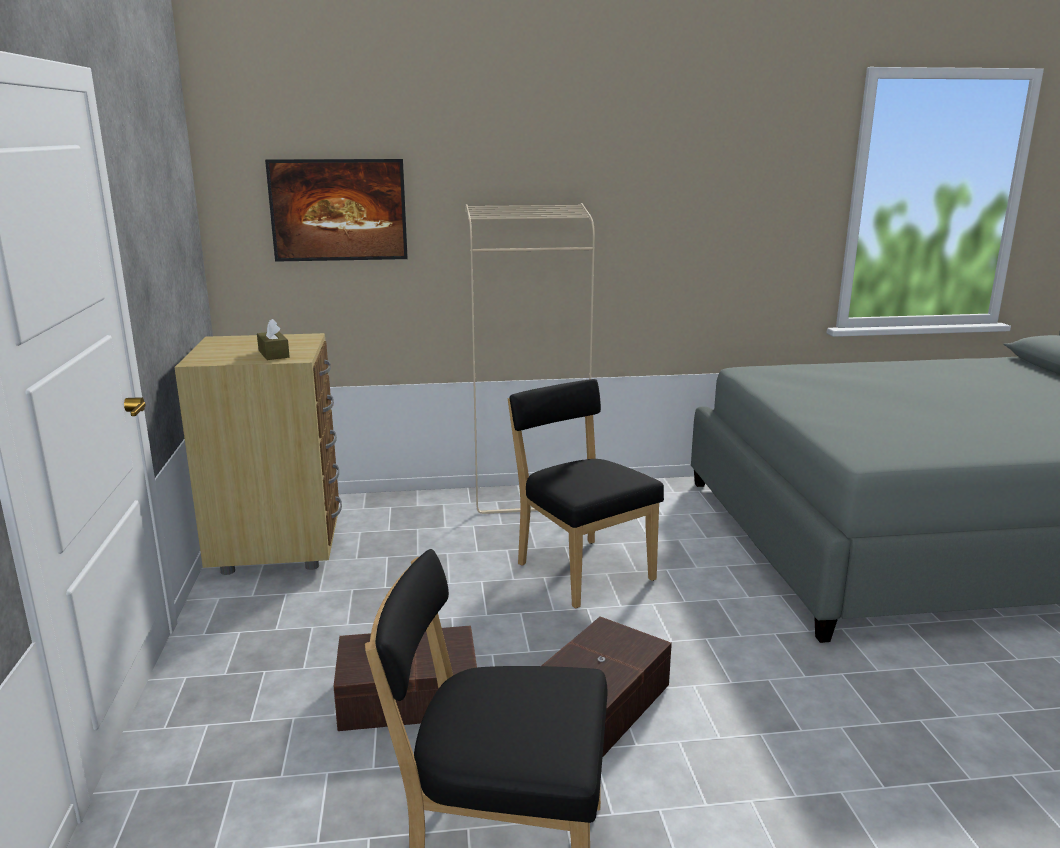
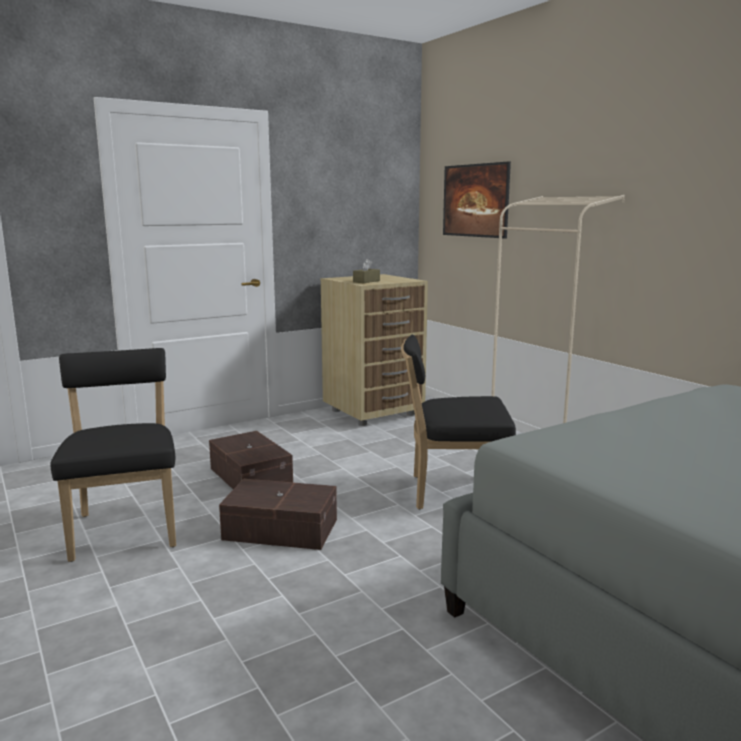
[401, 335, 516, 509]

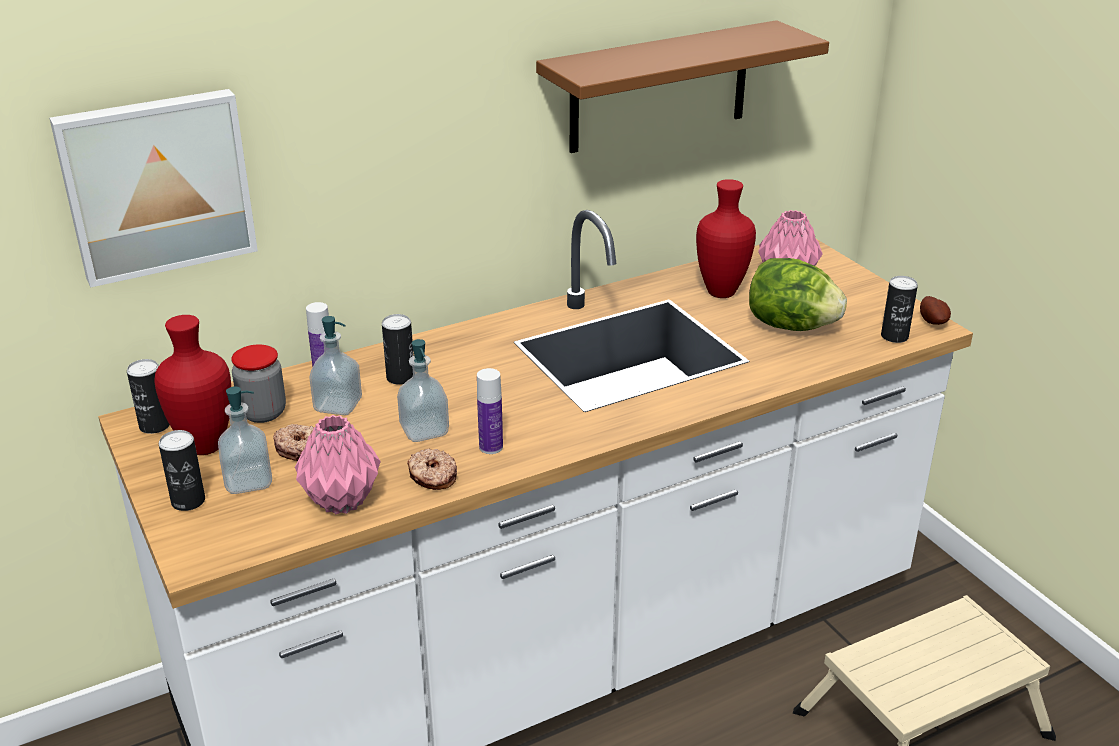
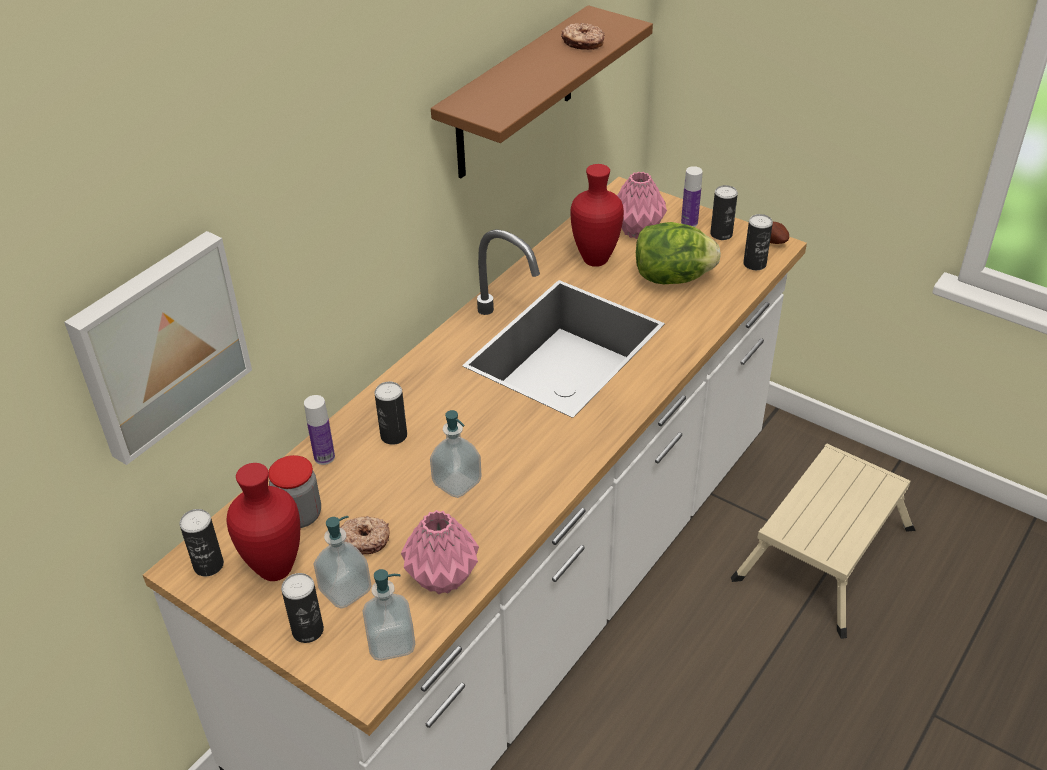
[362, 569, 415, 661]
[561, 23, 605, 50]
[681, 166, 703, 227]
[710, 185, 738, 240]

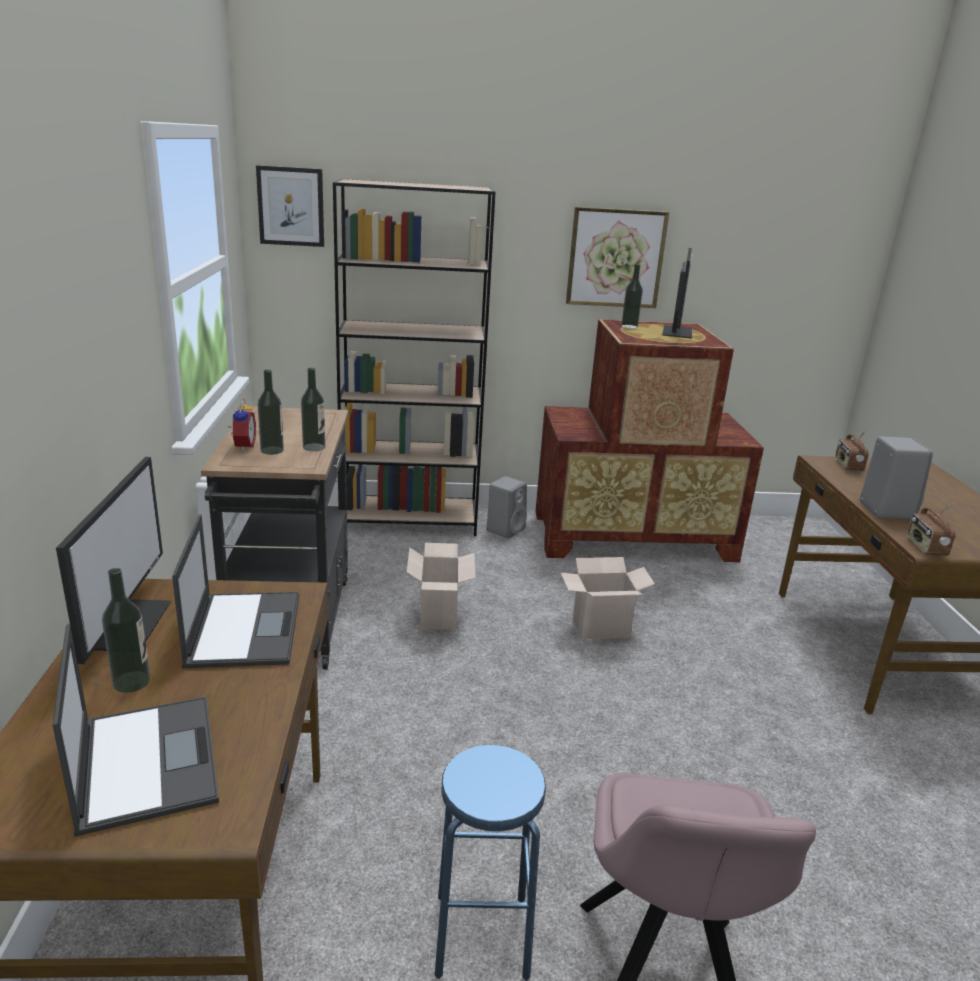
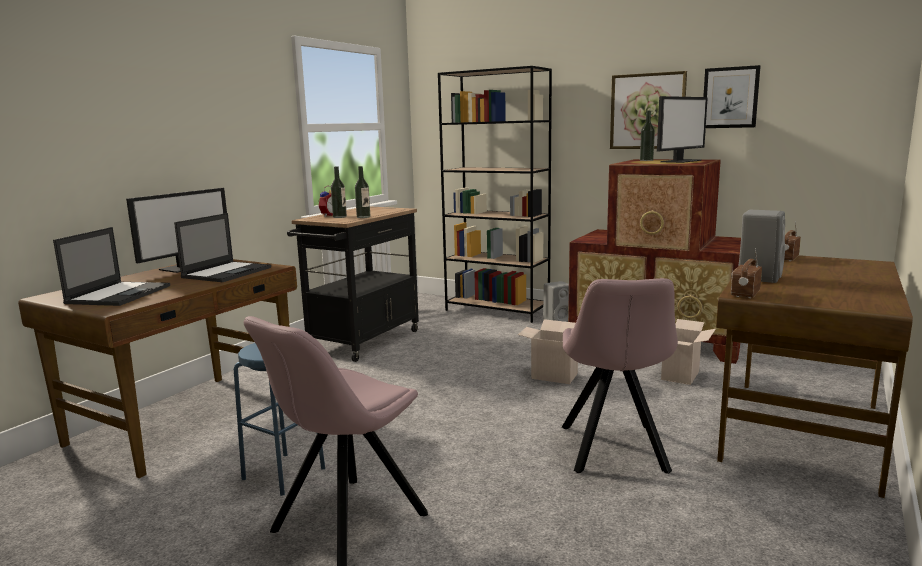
[562, 278, 678, 474]
[661, 319, 716, 385]
[703, 65, 761, 128]
[102, 568, 150, 693] (first image)

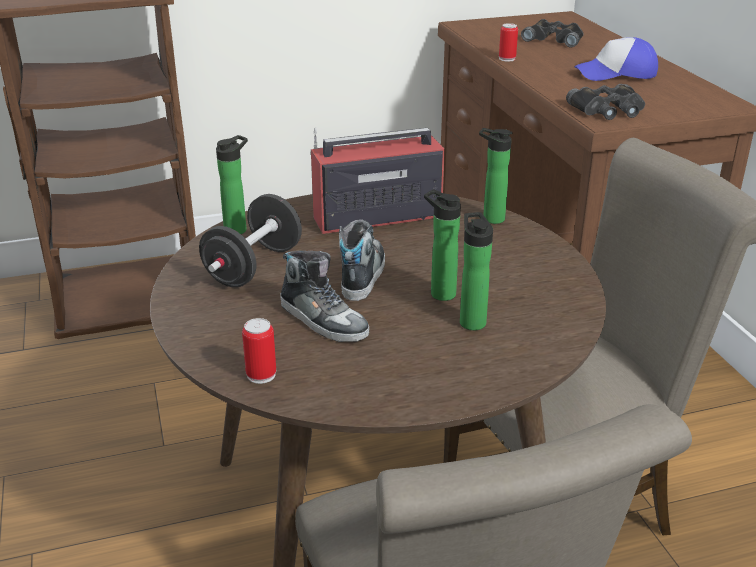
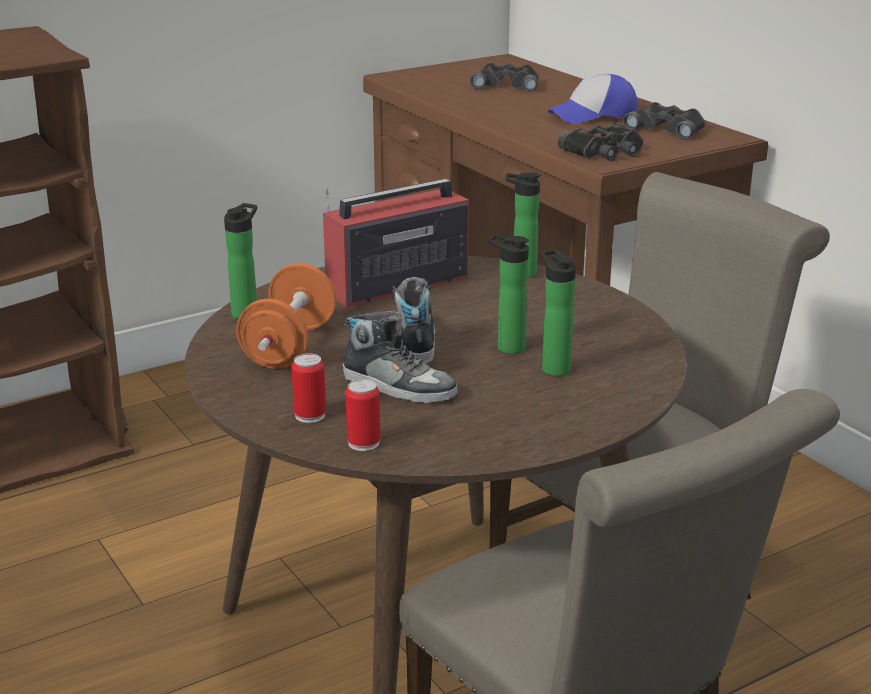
[236, 263, 337, 369]
[292, 353, 326, 423]
[623, 102, 705, 140]

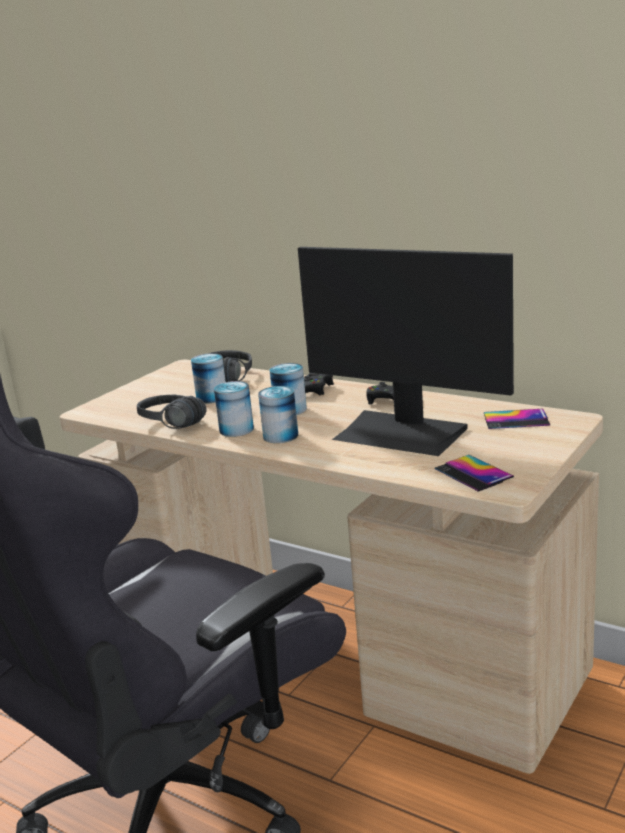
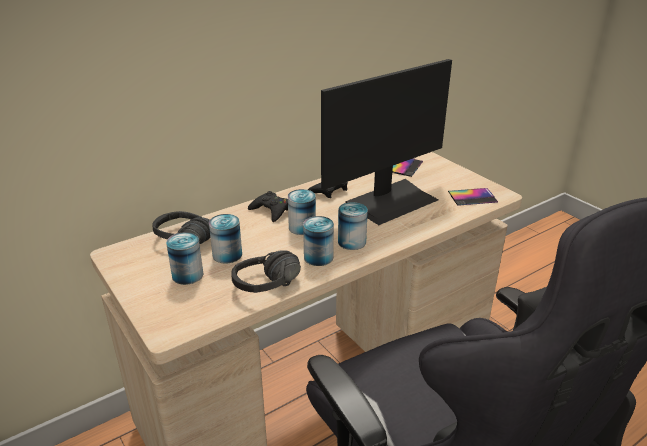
[166, 232, 203, 285]

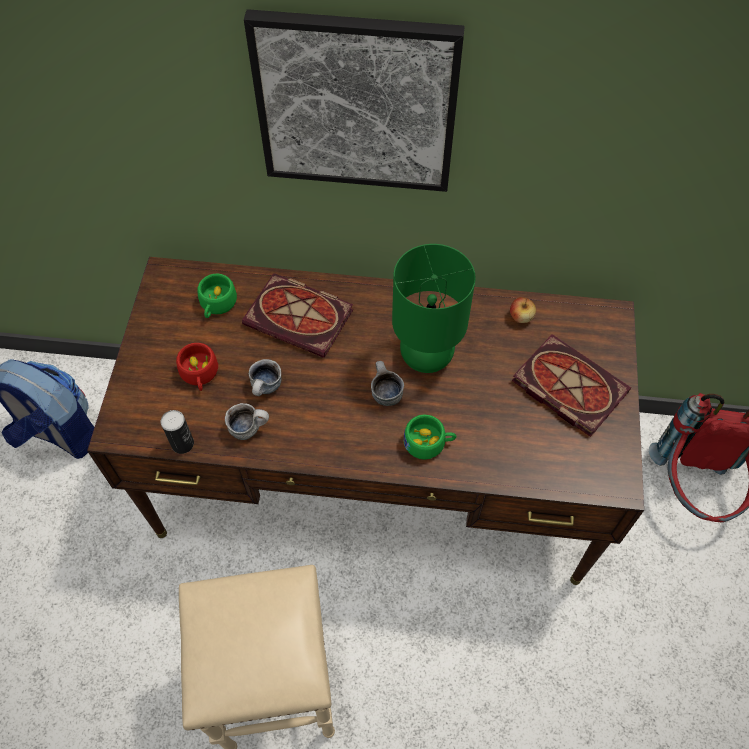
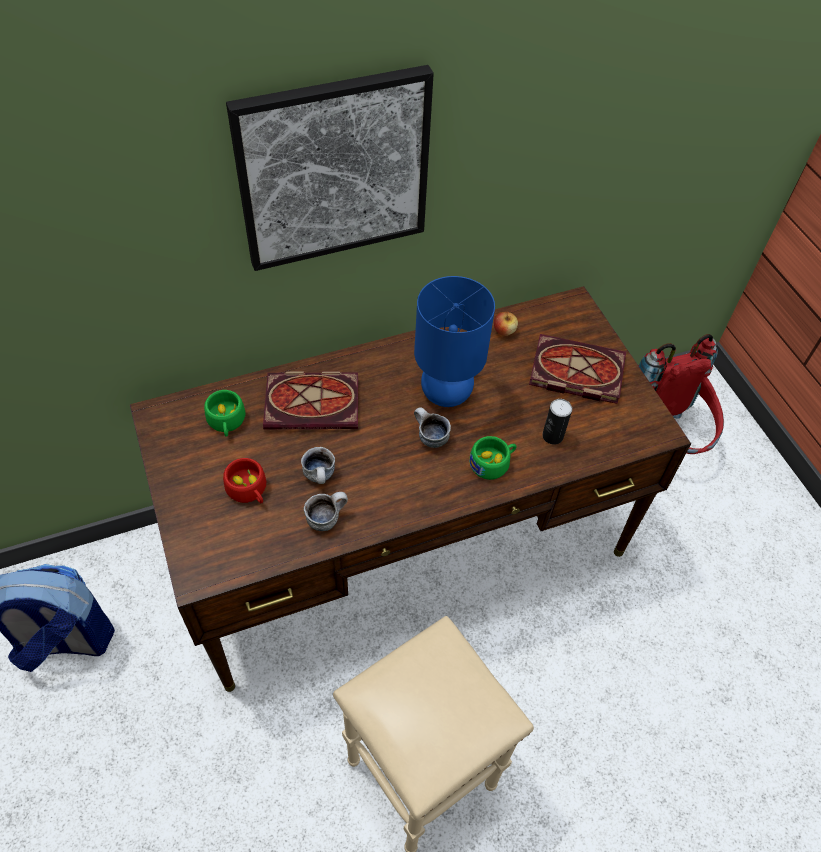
[414, 276, 495, 407]
[542, 399, 572, 445]

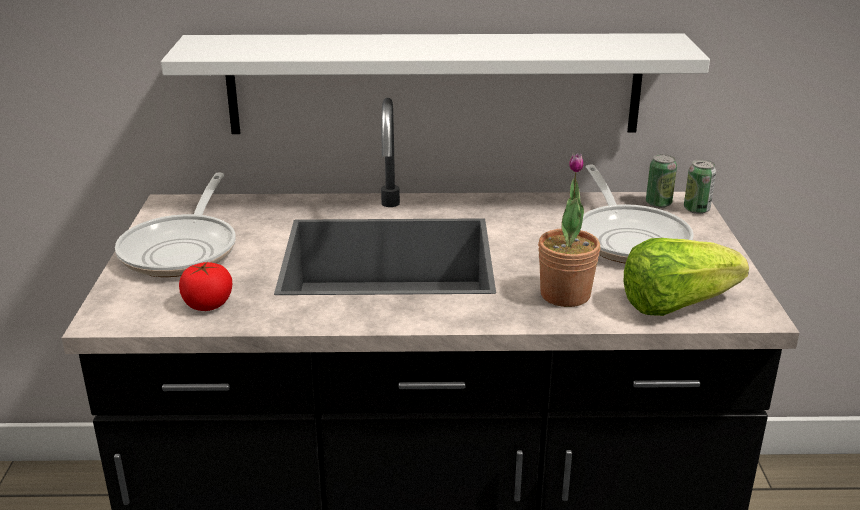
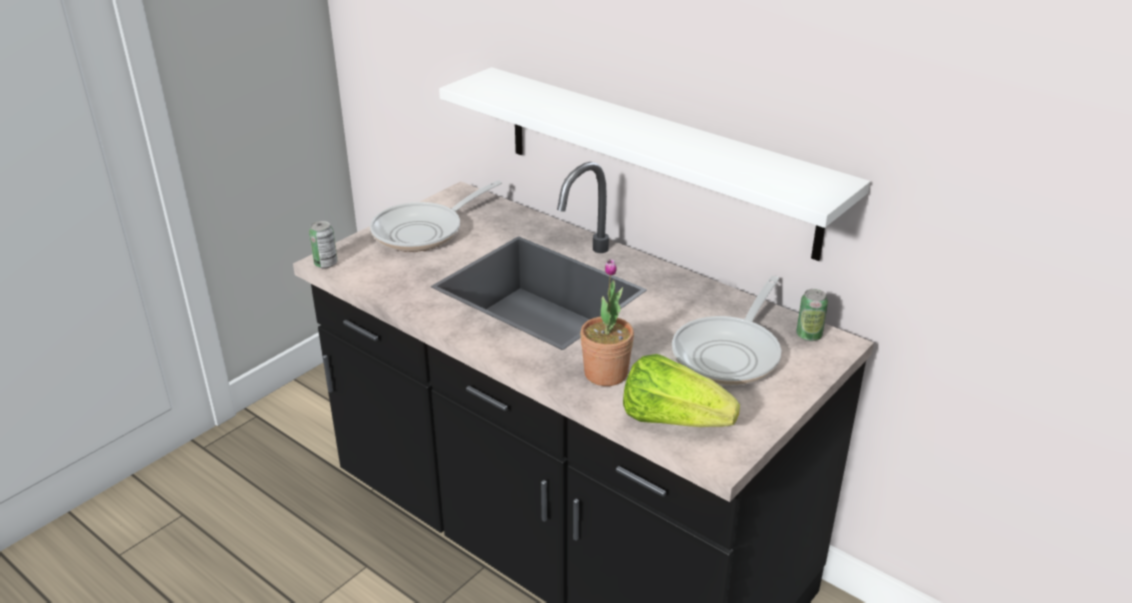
[309, 221, 337, 268]
[179, 262, 232, 311] (first image)

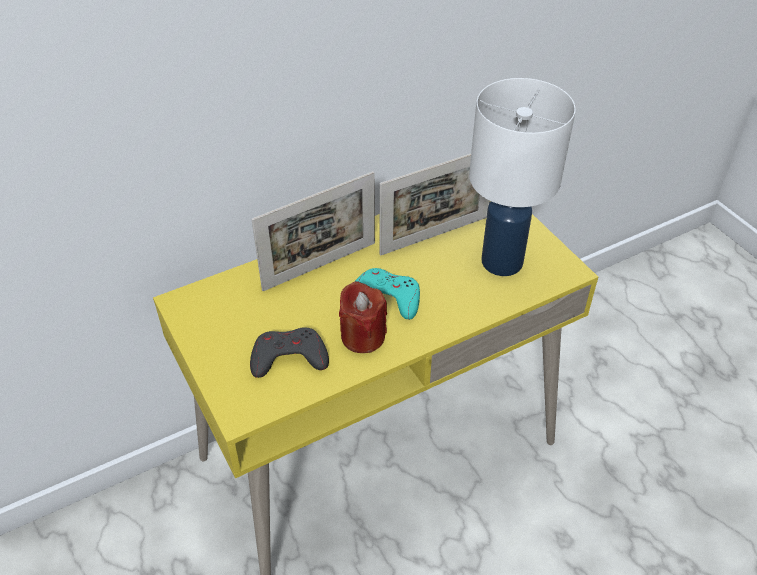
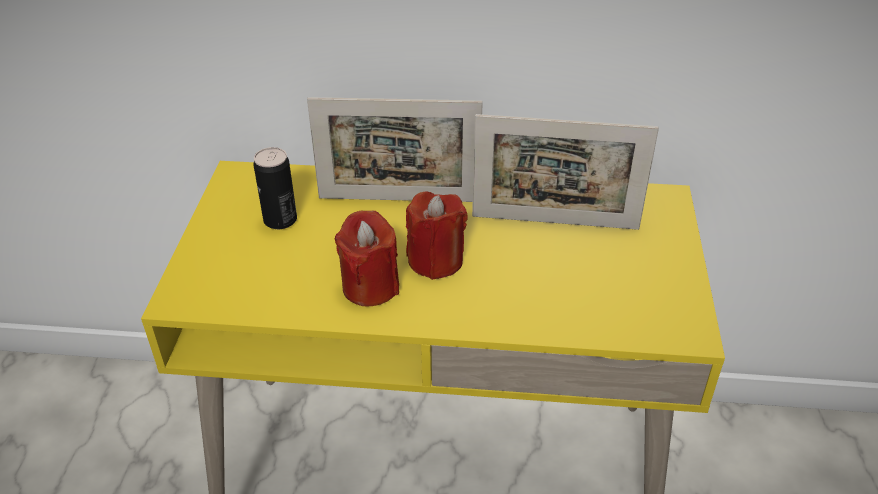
[253, 147, 297, 229]
[406, 191, 468, 280]
[250, 327, 329, 378] (first image)
[469, 78, 576, 276] (first image)

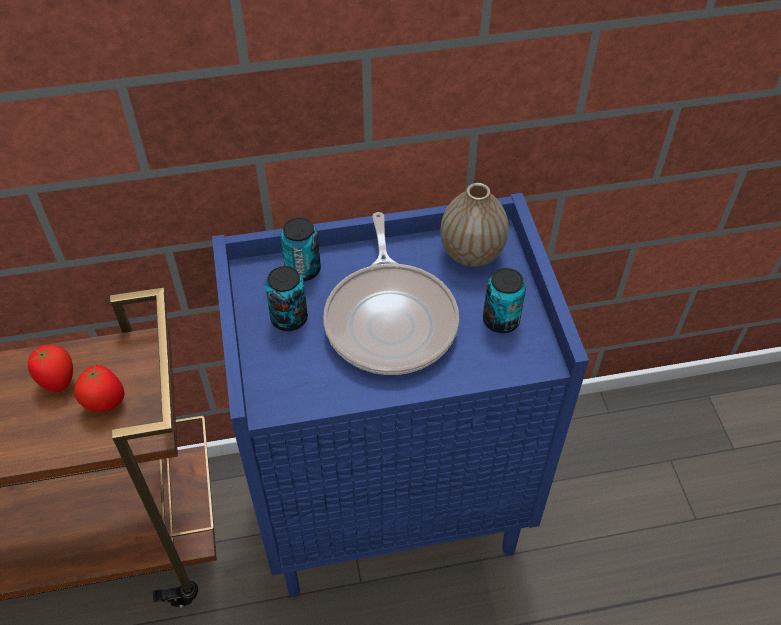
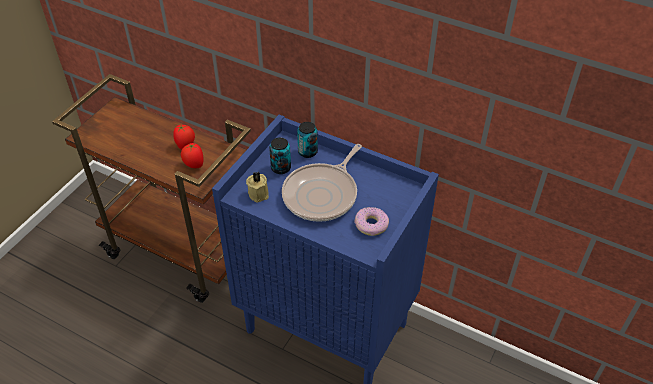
[246, 172, 269, 203]
[354, 207, 389, 236]
[440, 183, 509, 267] (first image)

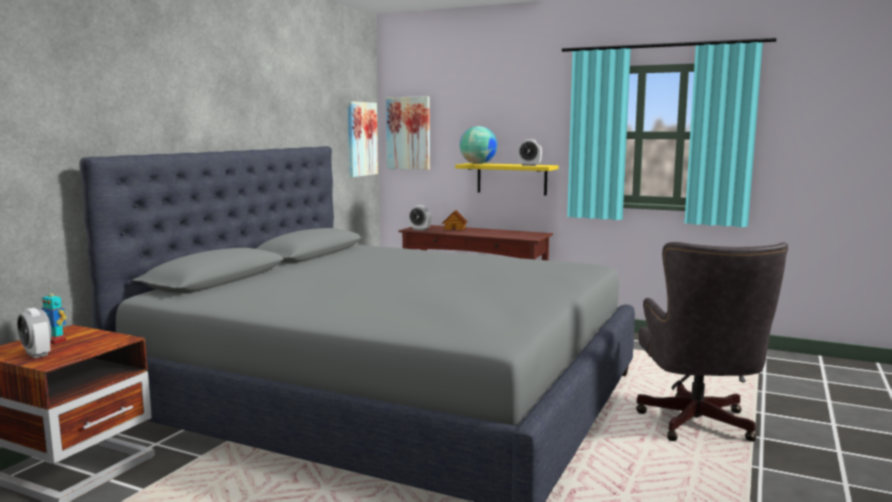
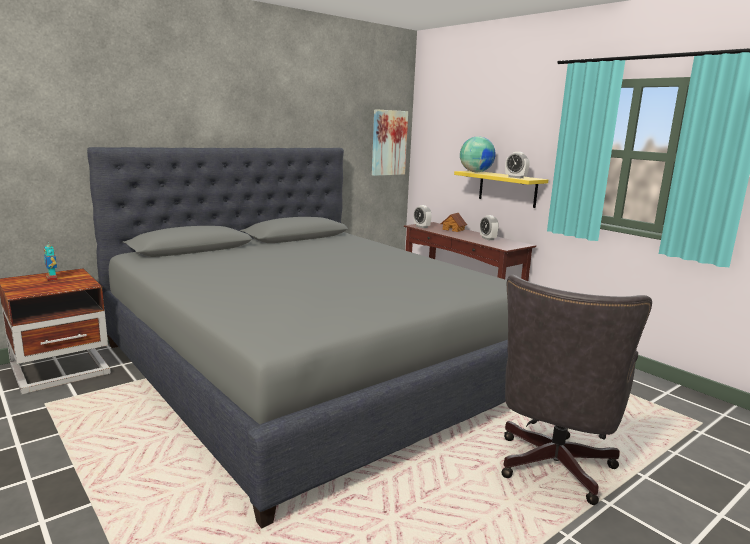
[480, 215, 499, 240]
[386, 96, 430, 170] (first image)

